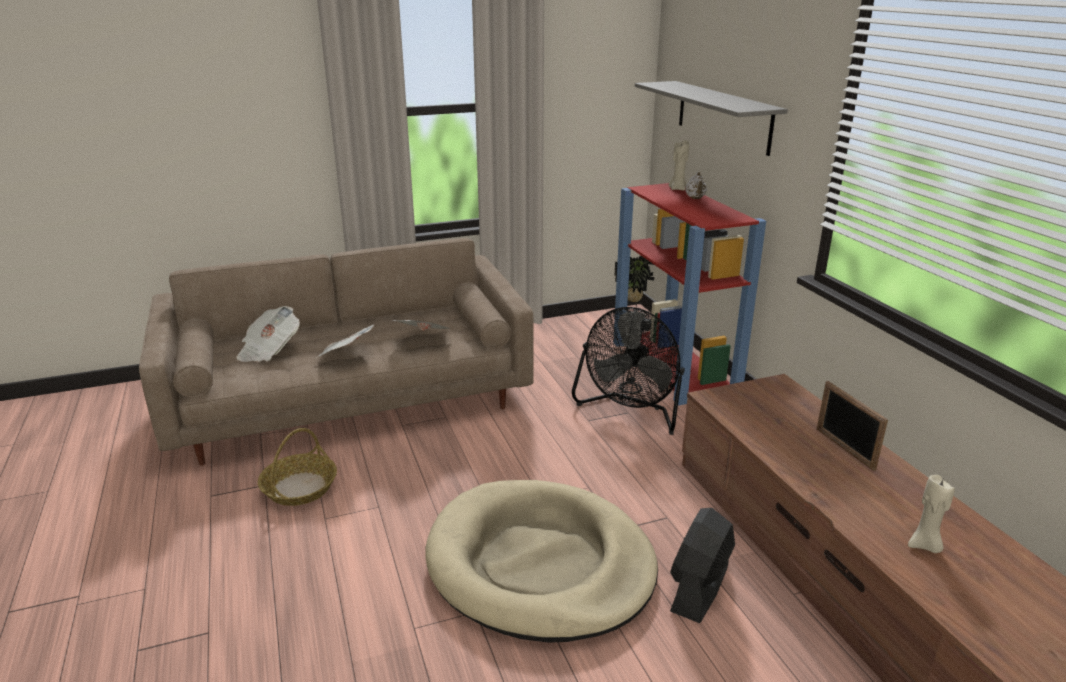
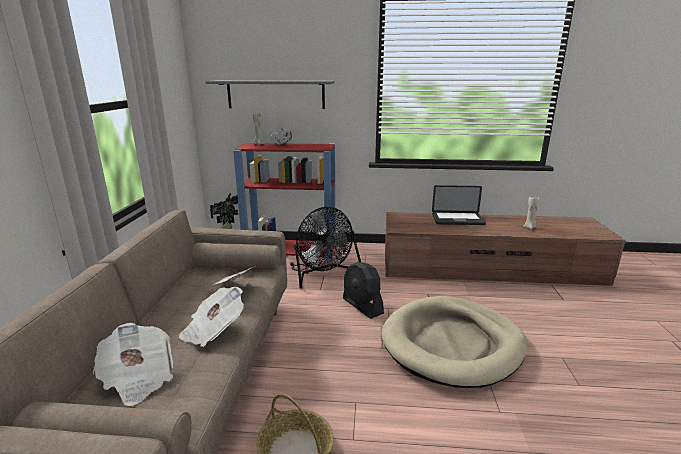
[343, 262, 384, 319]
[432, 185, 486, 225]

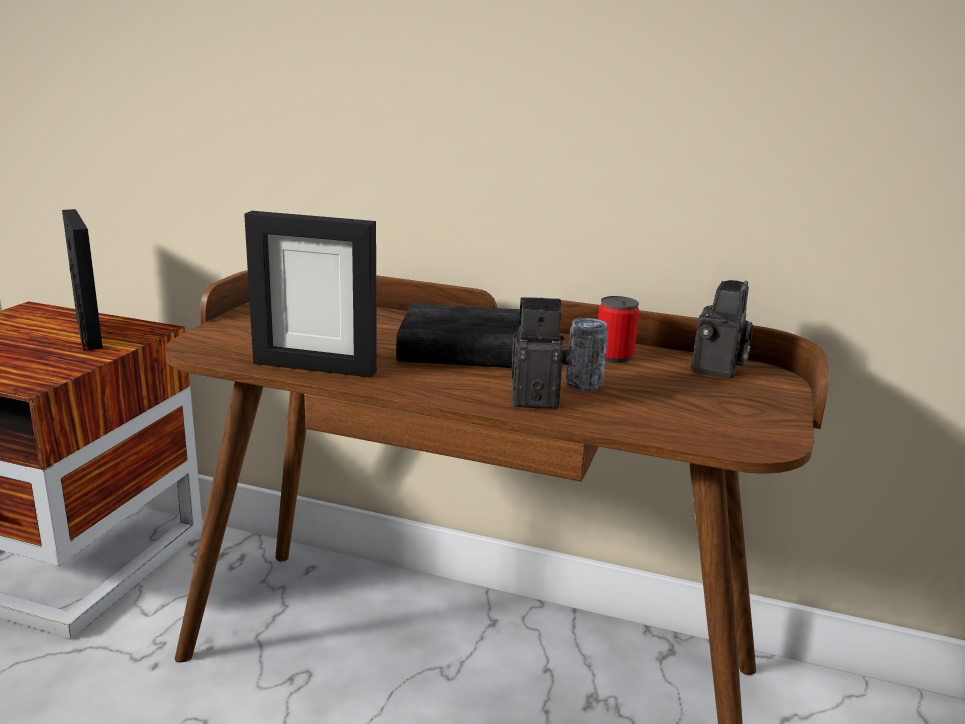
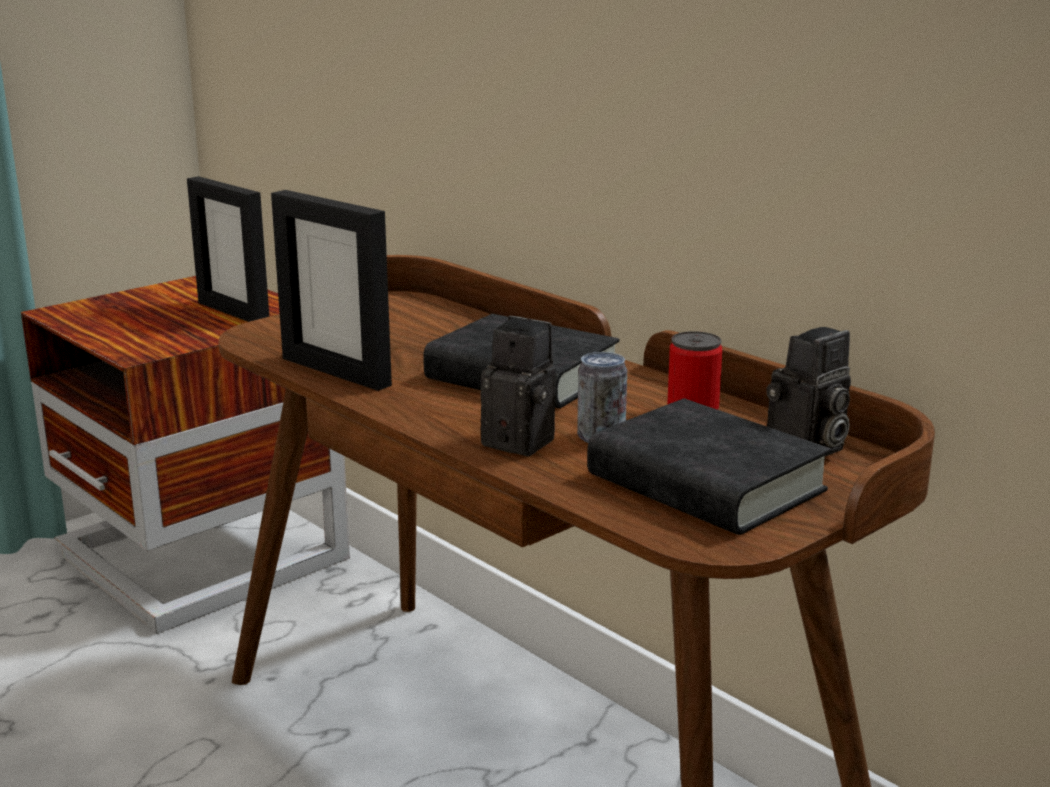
[187, 176, 269, 322]
[587, 398, 831, 535]

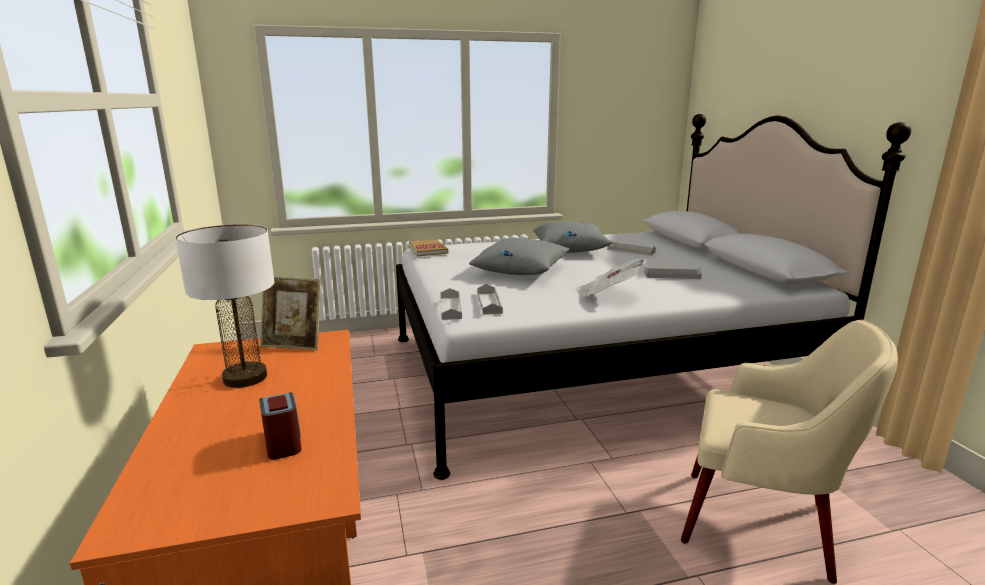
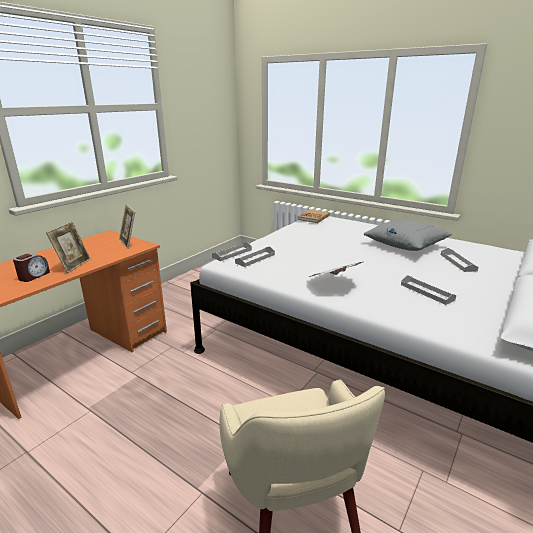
[46, 221, 91, 273]
[175, 224, 274, 388] (first image)
[469, 238, 569, 275] (first image)

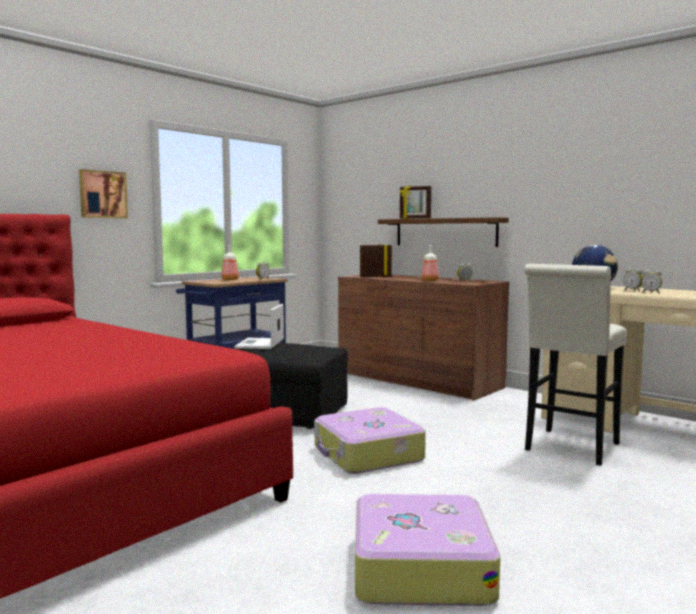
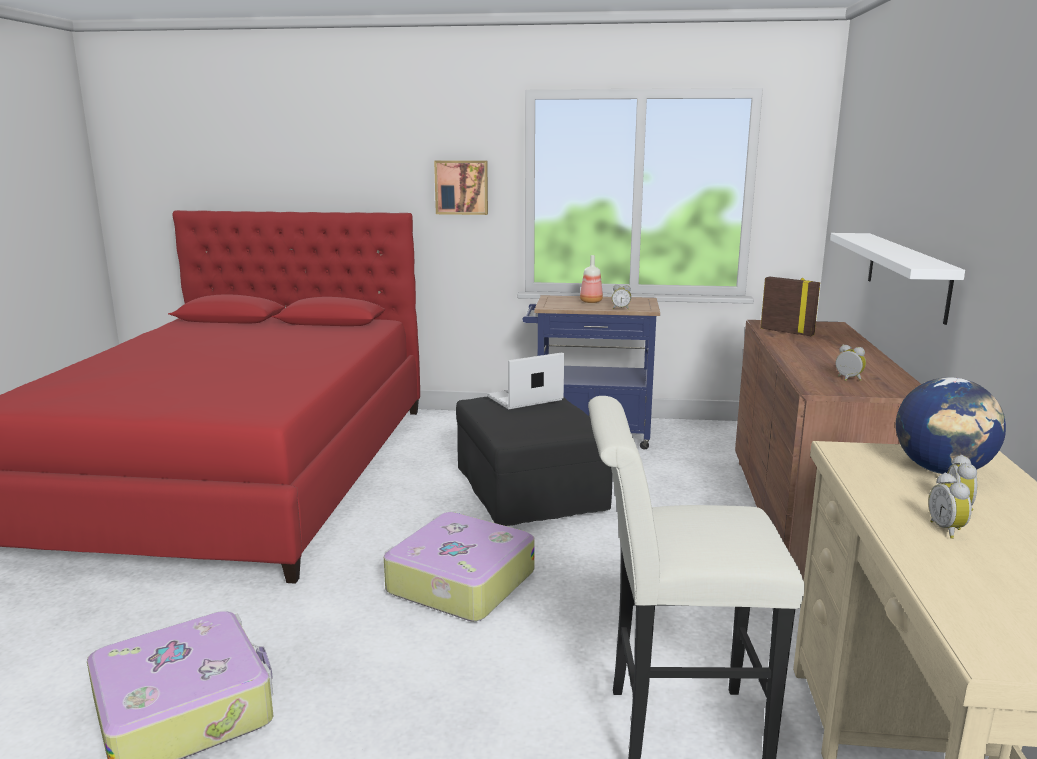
[830, 233, 965, 325]
[400, 185, 431, 219] (first image)
[421, 245, 439, 281] (first image)

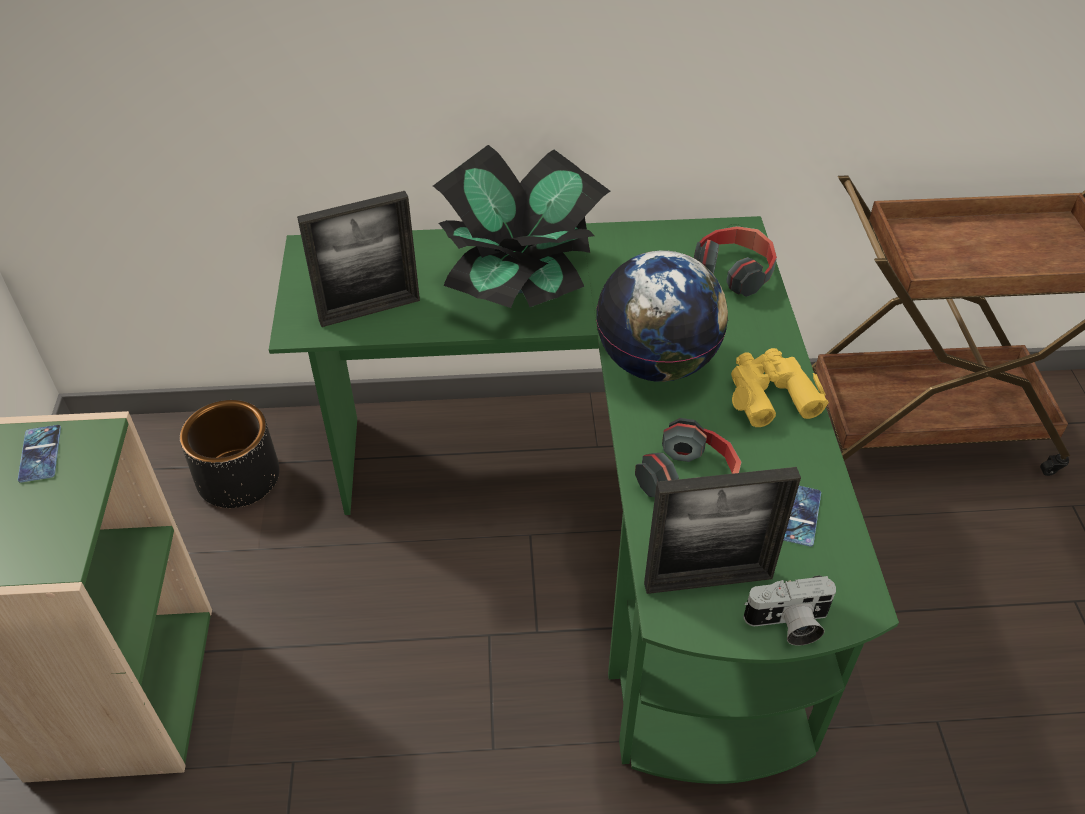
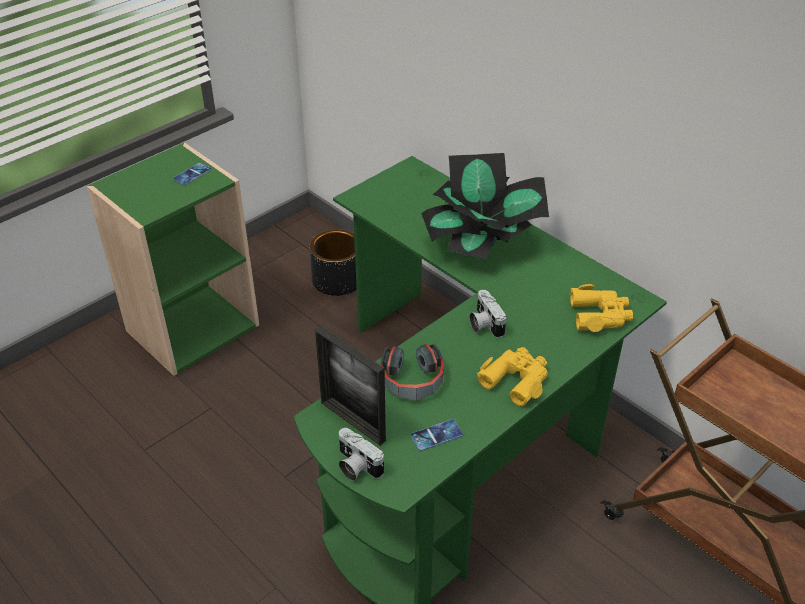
[470, 290, 507, 338]
[570, 284, 633, 332]
[297, 191, 420, 327] (first image)

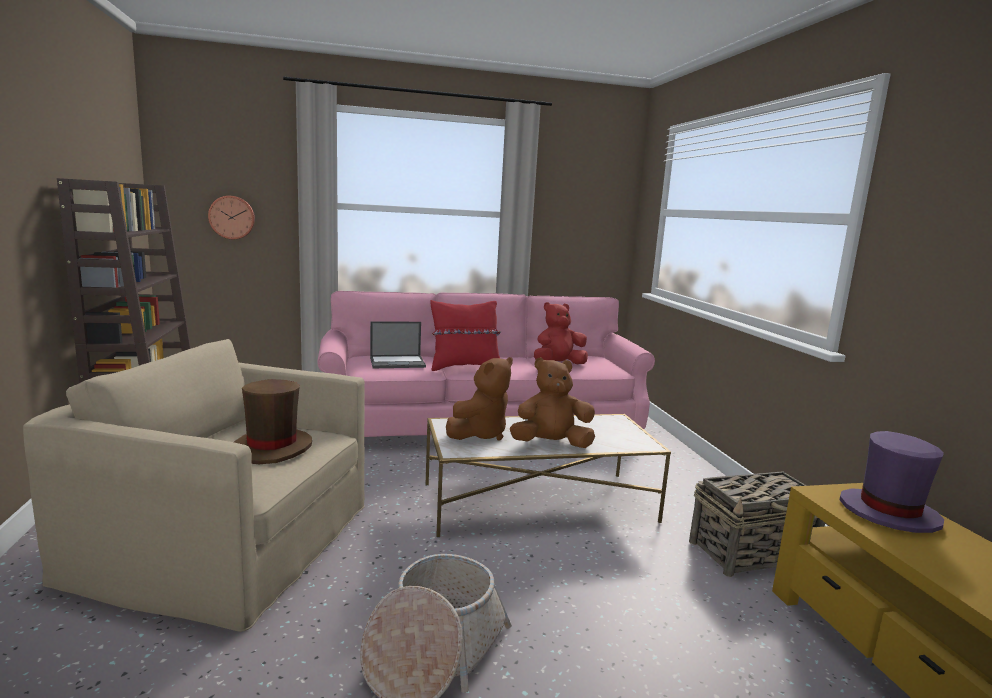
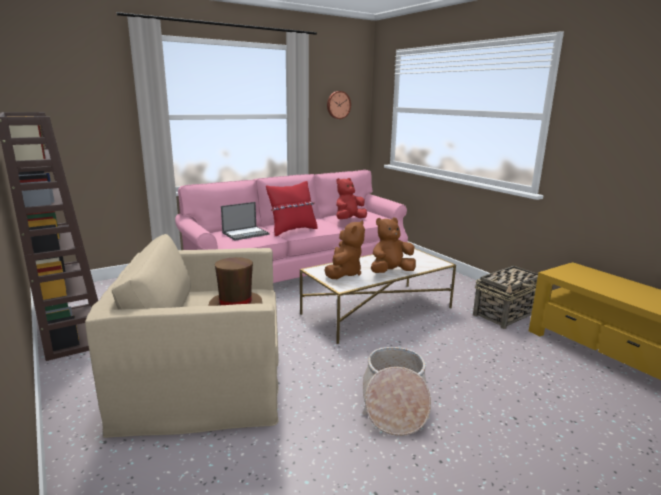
[327, 91, 351, 119]
[839, 431, 944, 533] (first image)

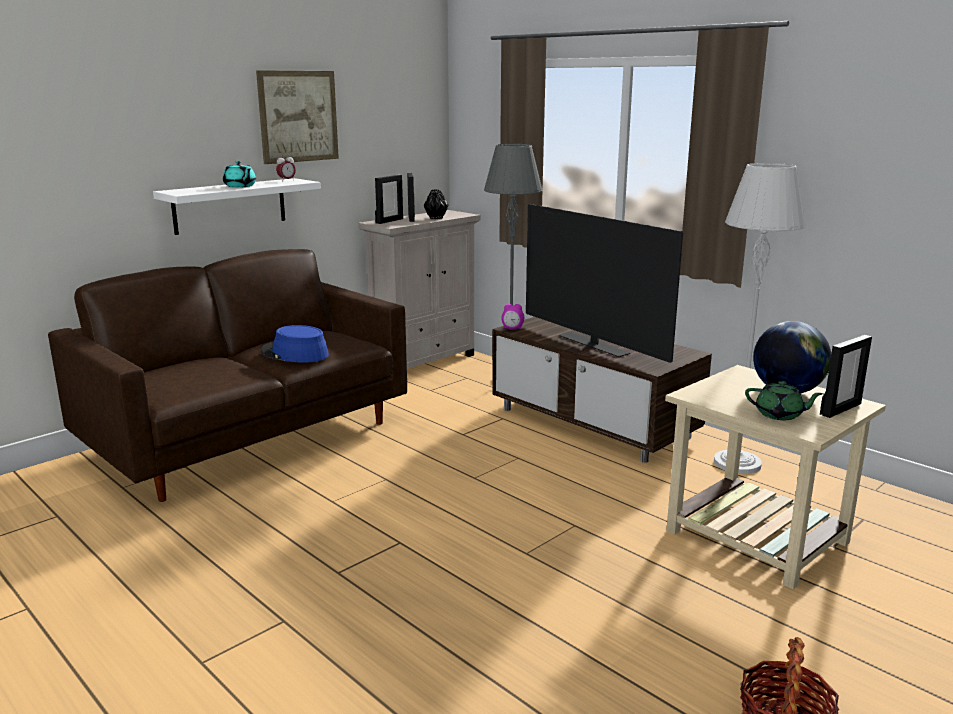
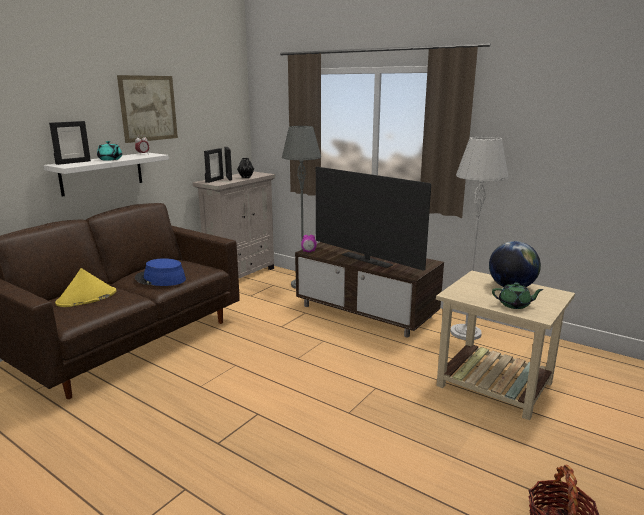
[49, 121, 91, 165]
[55, 268, 116, 307]

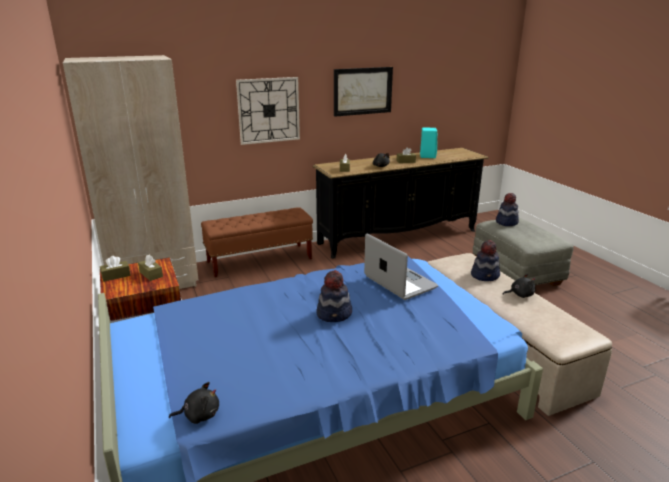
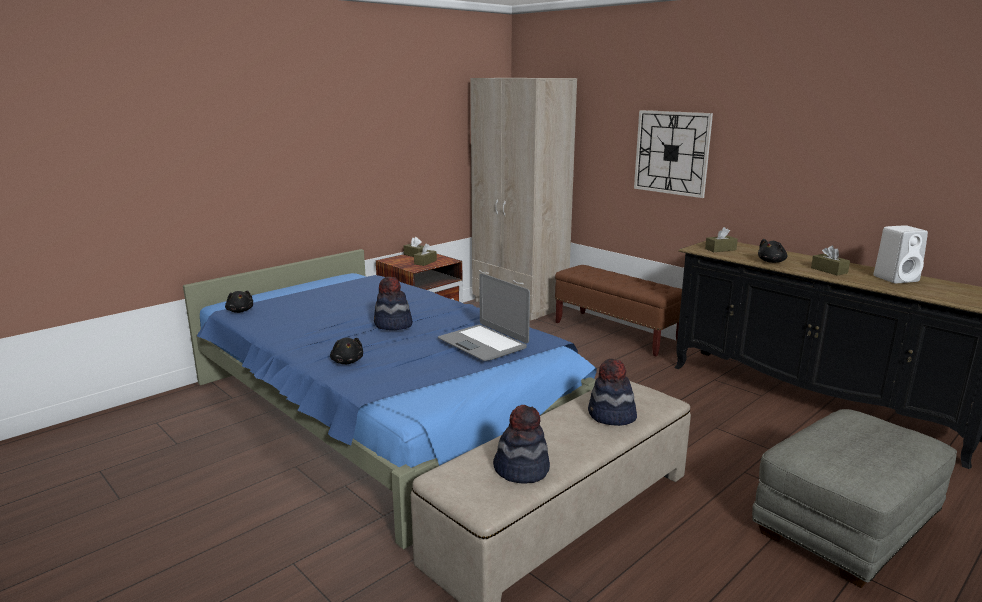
[330, 338, 363, 364]
[438, 273, 530, 361]
[493, 405, 550, 483]
[874, 225, 928, 283]
[334, 67, 393, 117] (first image)

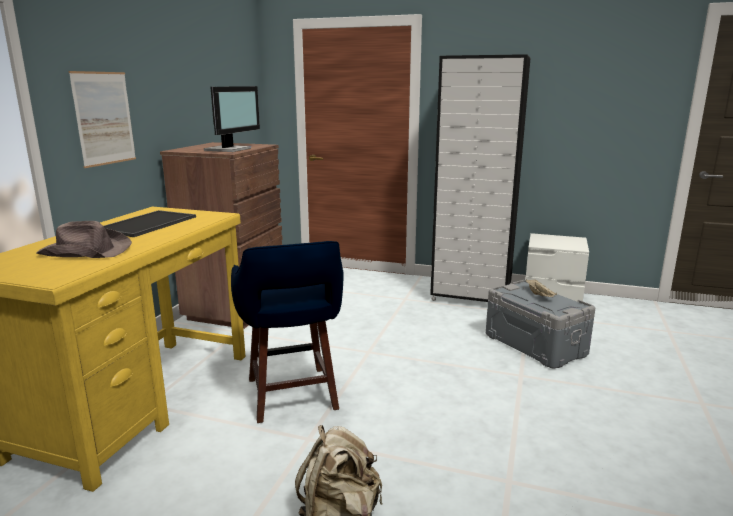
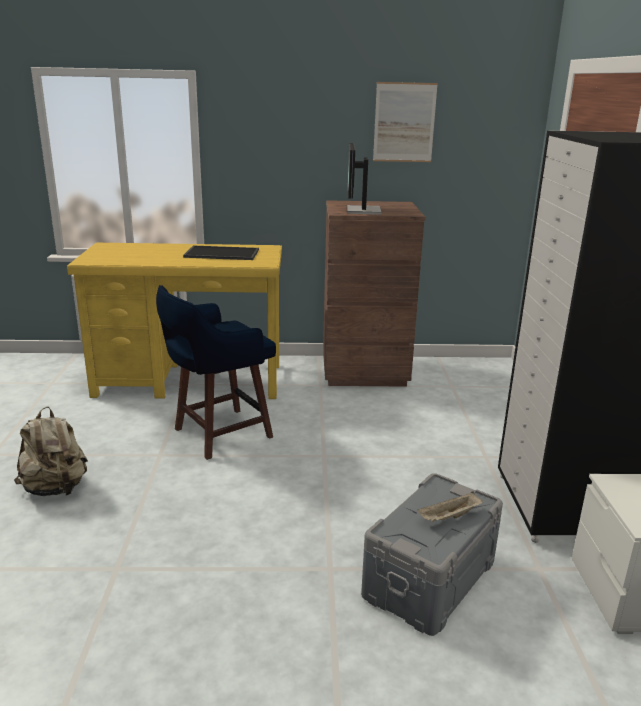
[347, 143, 382, 215]
[373, 82, 438, 162]
[36, 221, 132, 258] (first image)

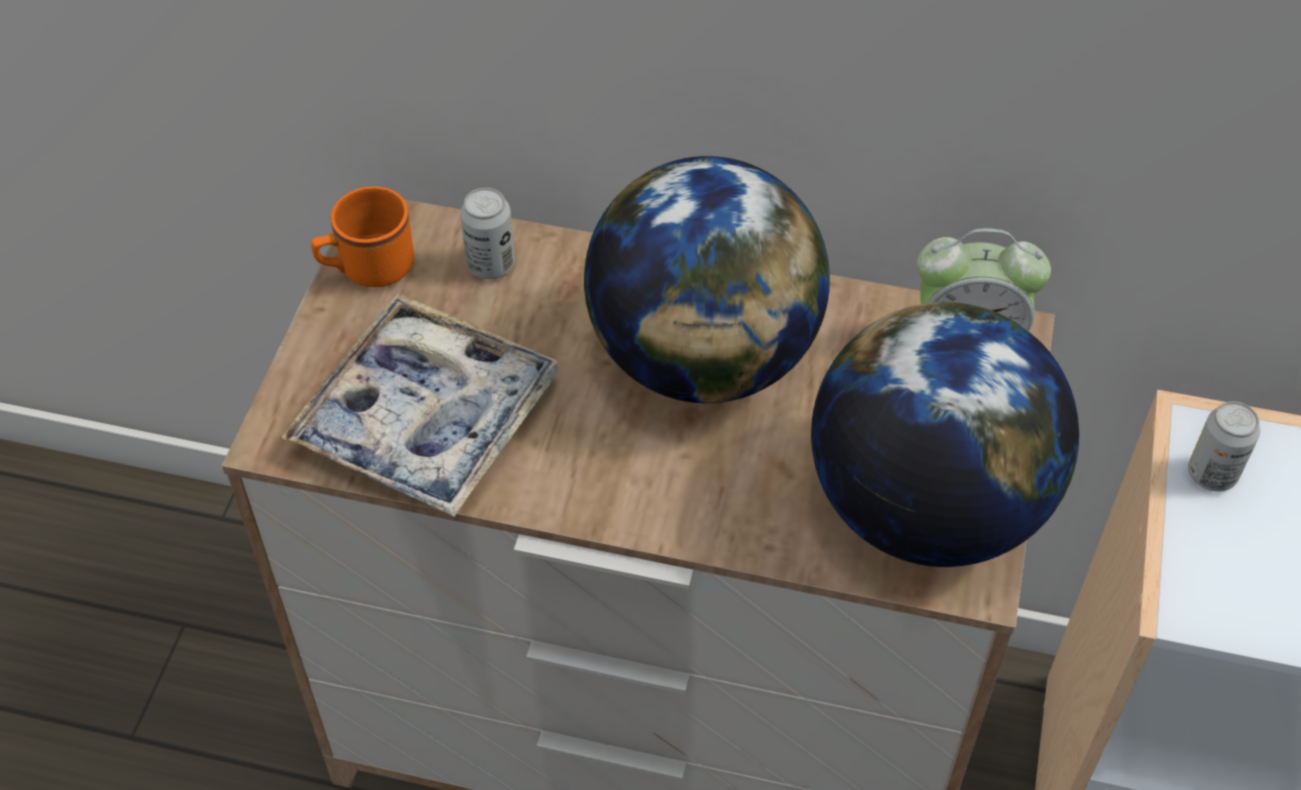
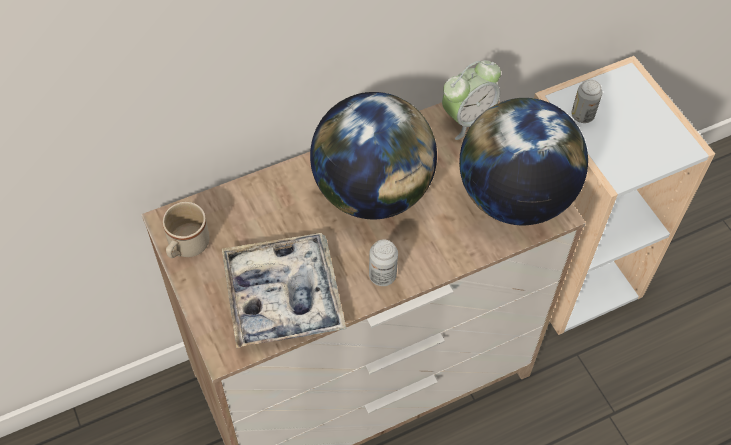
[162, 202, 209, 258]
[369, 239, 398, 286]

